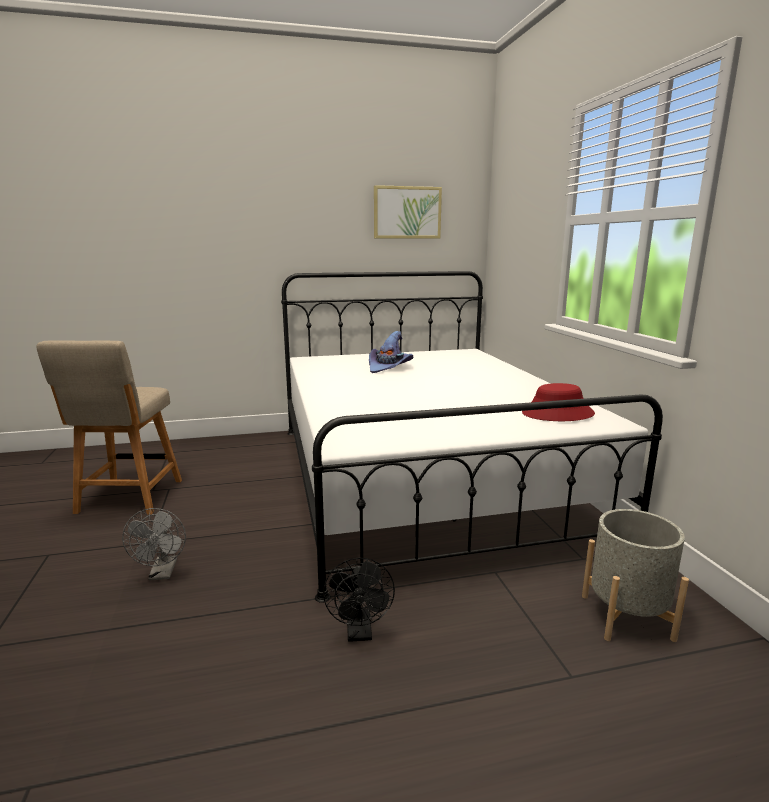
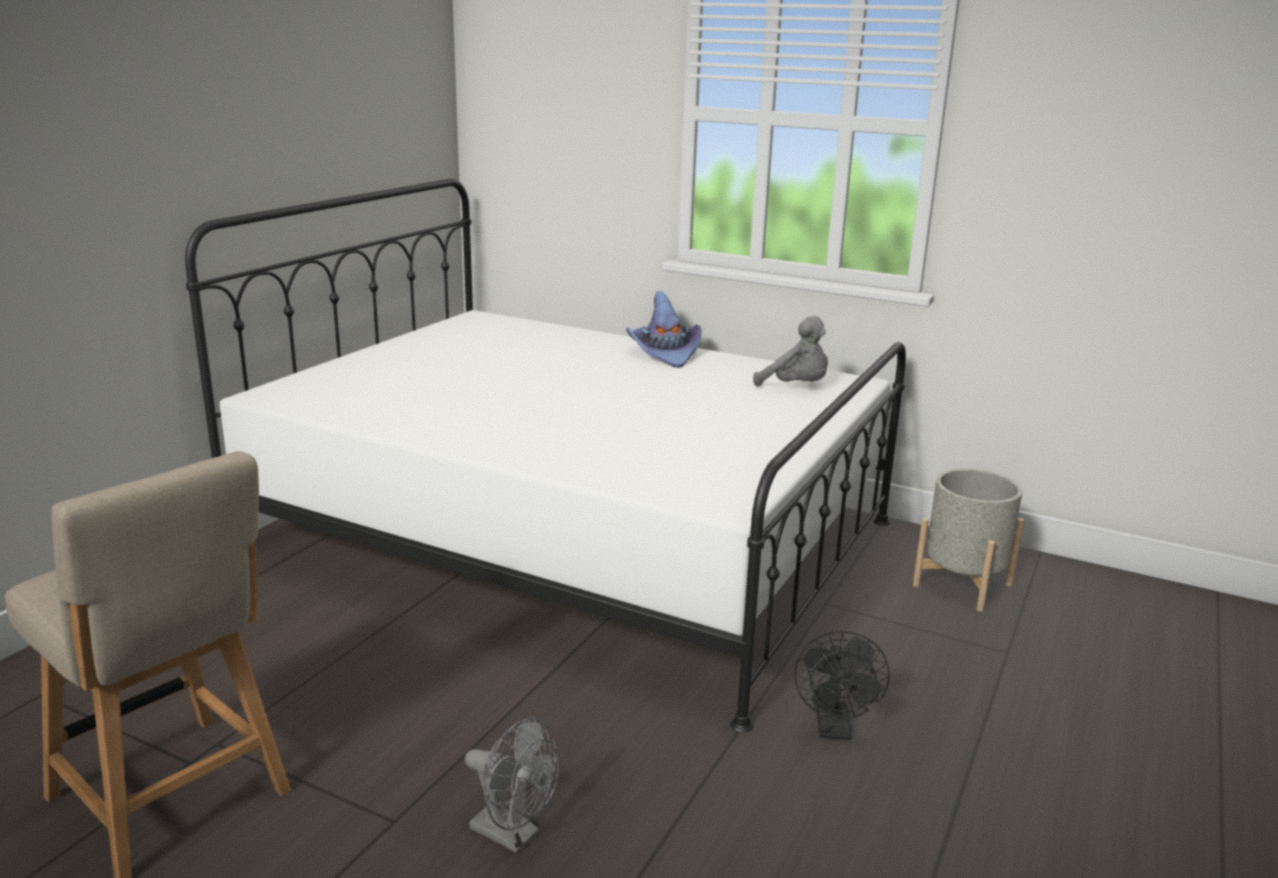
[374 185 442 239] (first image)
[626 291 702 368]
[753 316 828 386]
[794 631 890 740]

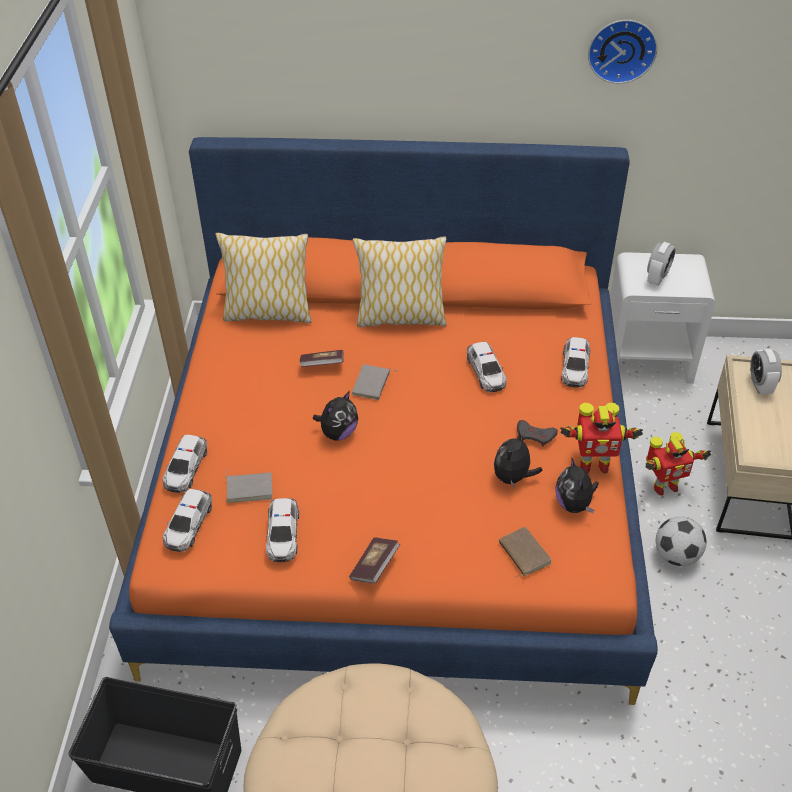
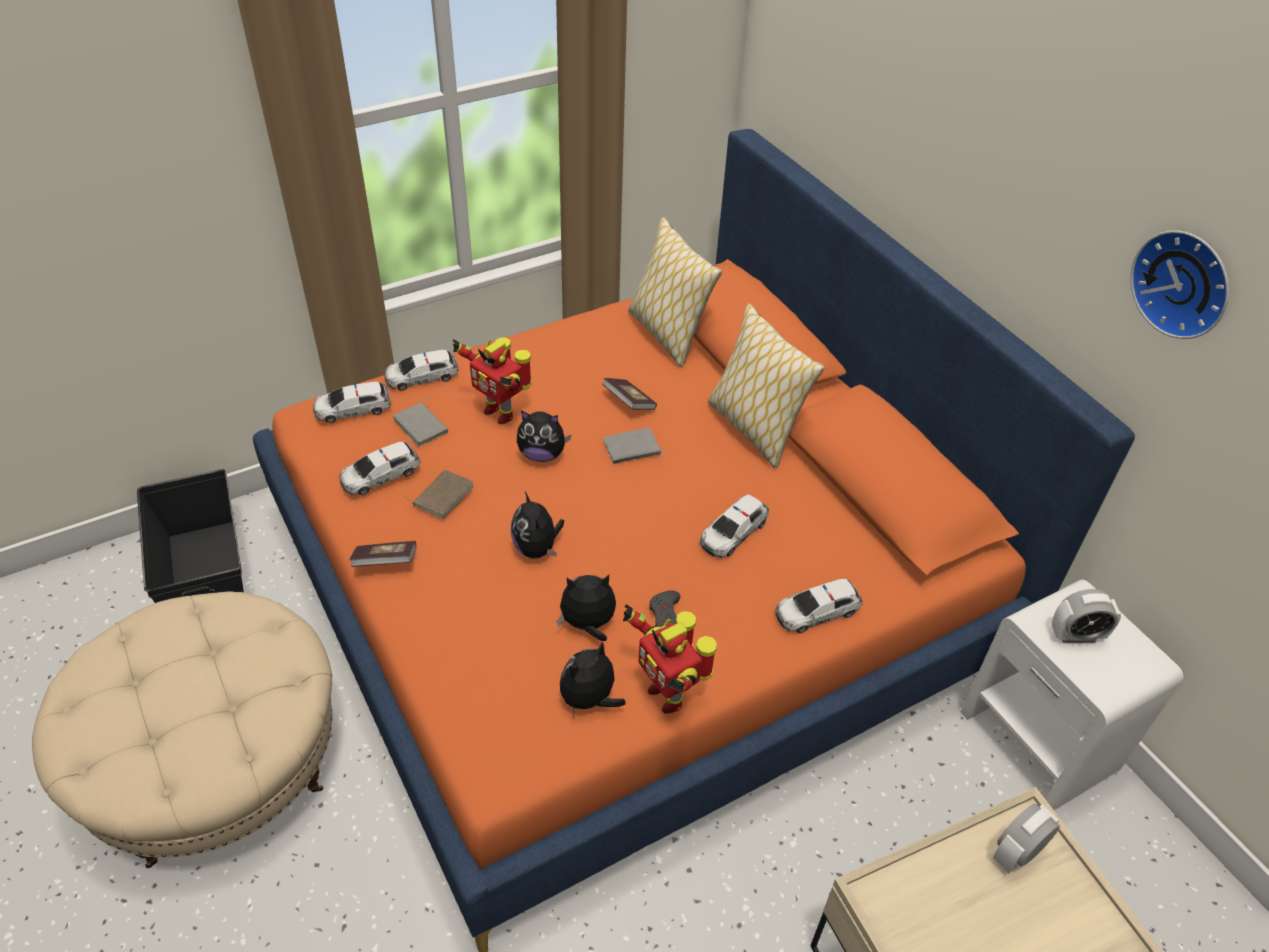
[656 516 707 566] (first image)
[511 492 564 559]
[403 470 474 519]
[453 338 532 424]

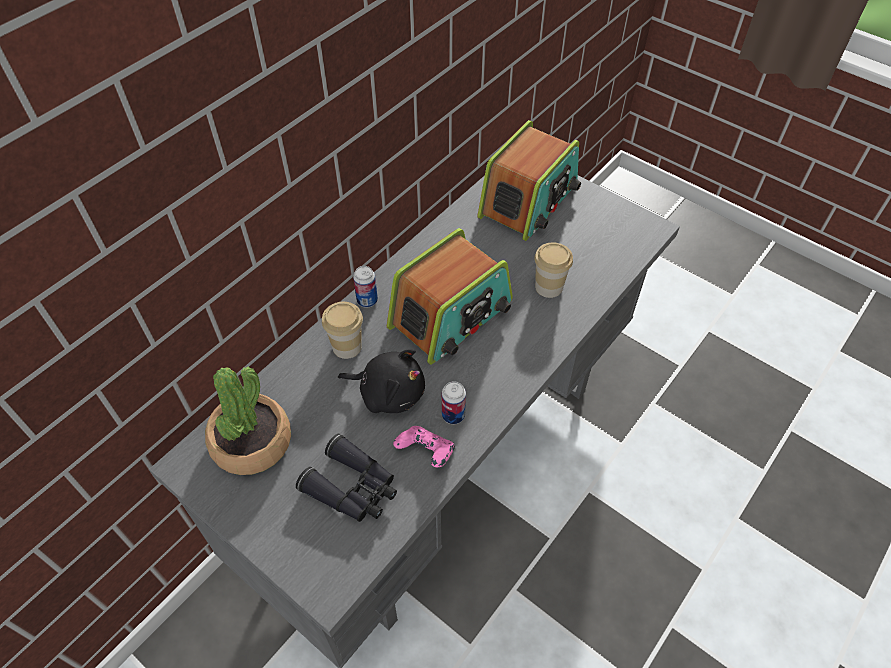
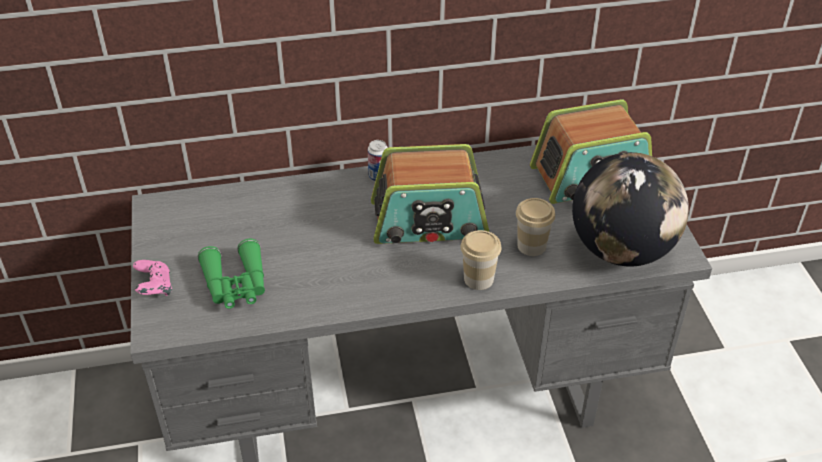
[205 367 291 475] (first image)
[338 349 425 413] (first image)
[442 381 466 424] (first image)
[572 152 689 266]
[461 230 502 290]
[133 260 172 296]
[198 239 265 309]

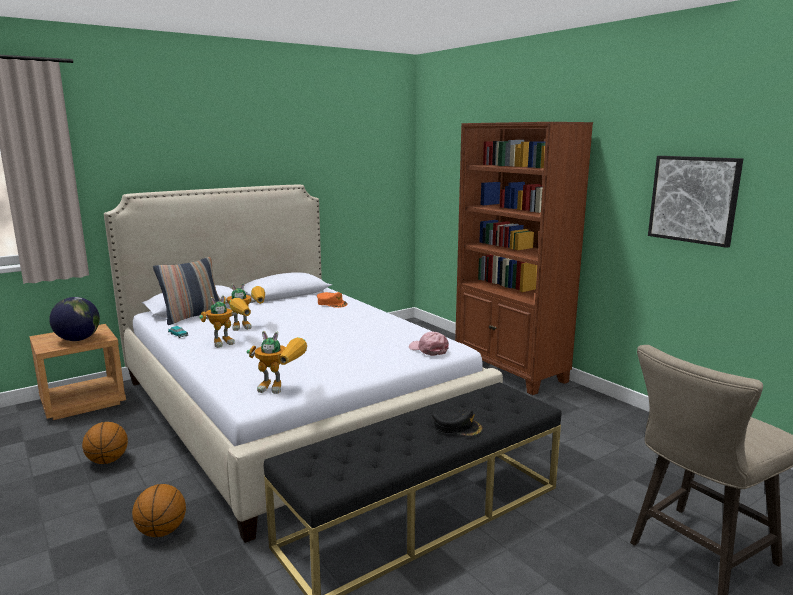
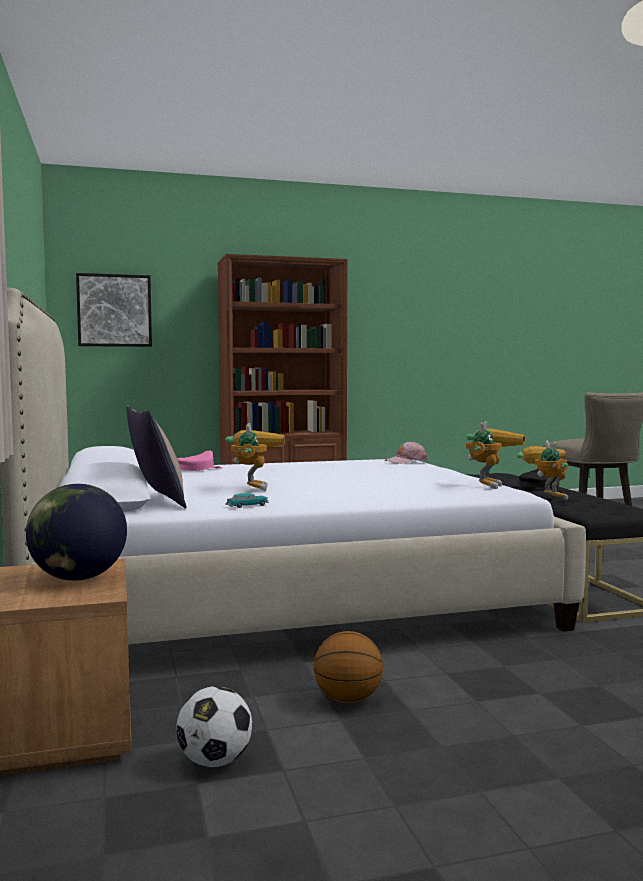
[132 484 186 537] (first image)
[176 686 252 767]
[517 440 568 500]
[76 273 152 347]
[177 450 222 471]

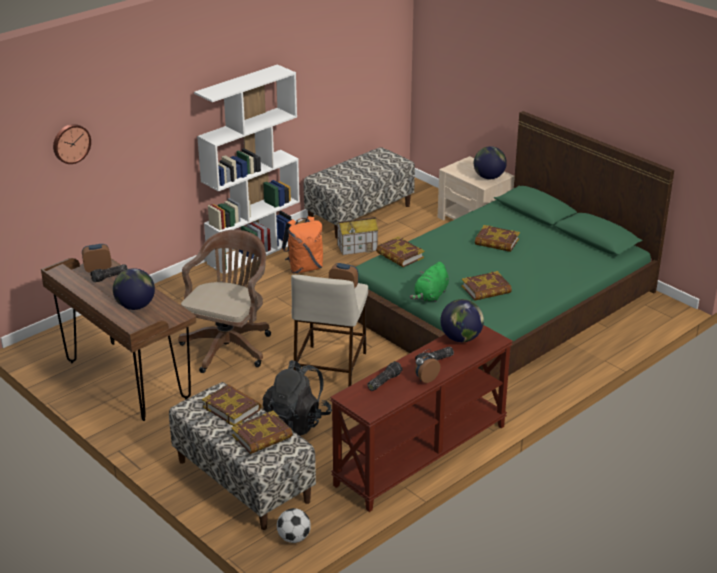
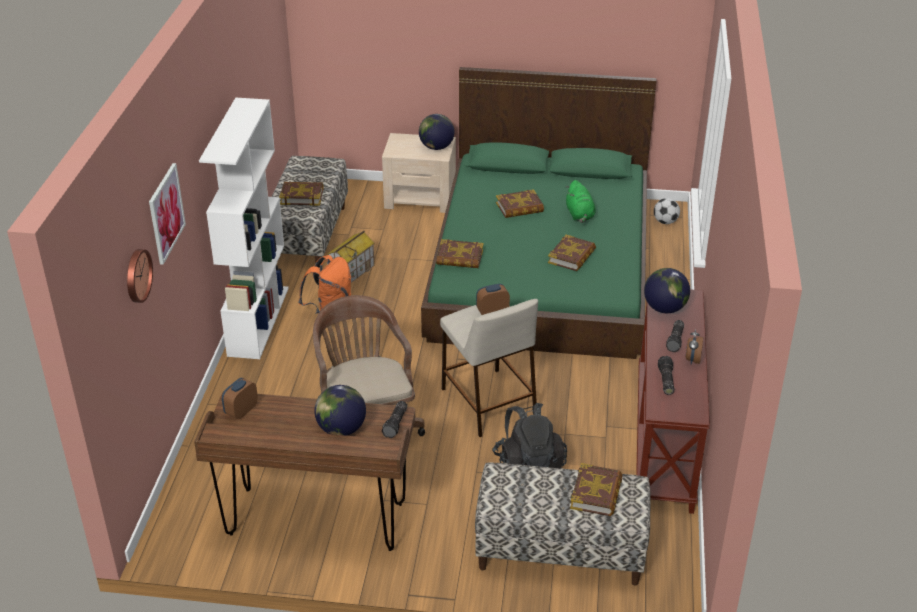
[149 163 186 265]
[382 401 407 438]
[279 181 323 206]
[654 198 680 224]
[566 180 595 223]

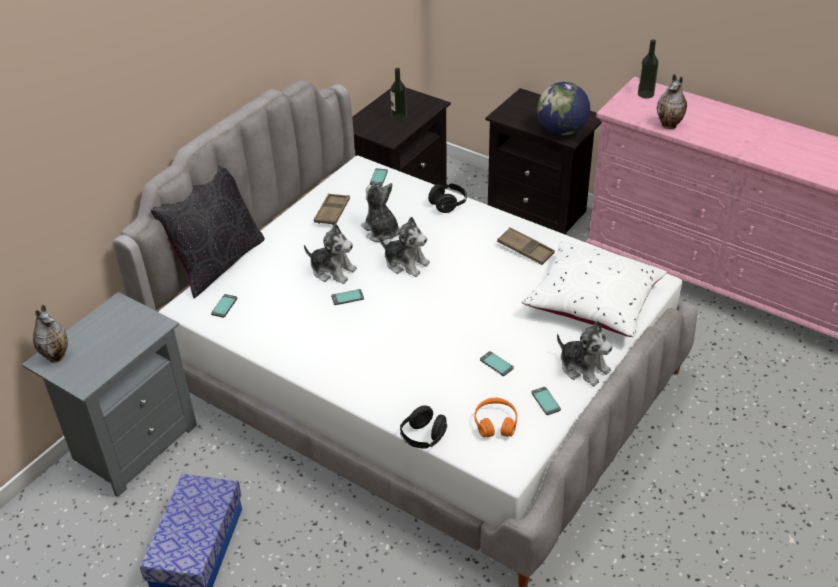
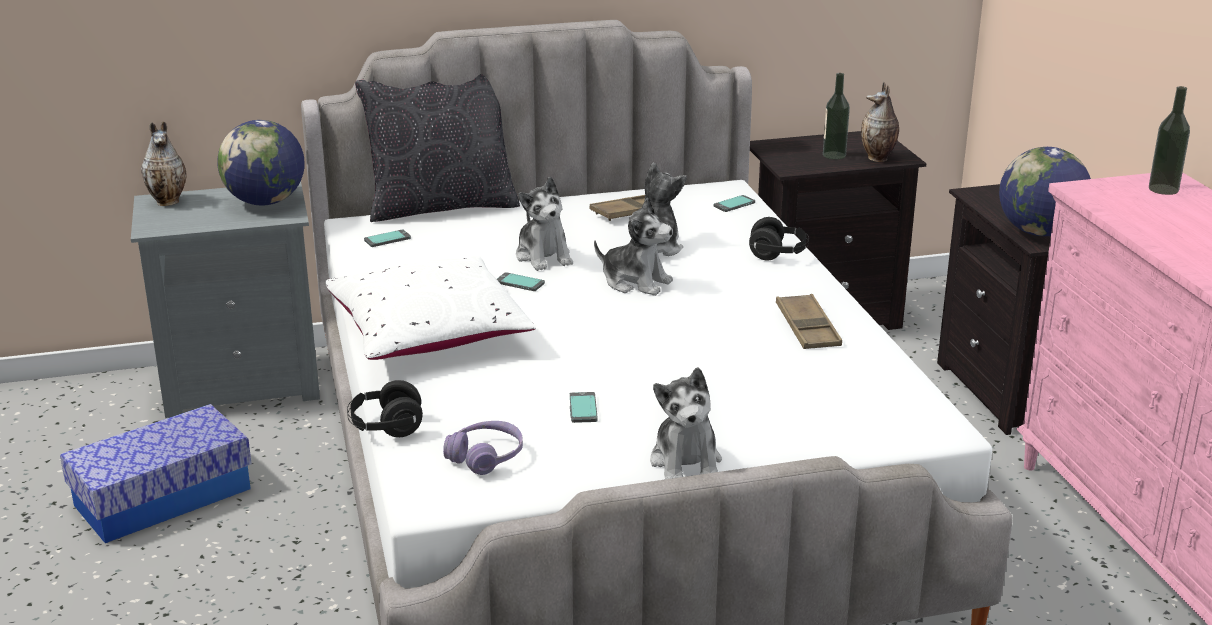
[531 387 561 415] (first image)
[217 120 304 205]
[325 255 536 360]
[861 82 899 162]
[443 421 523 475]
[594 198 673 296]

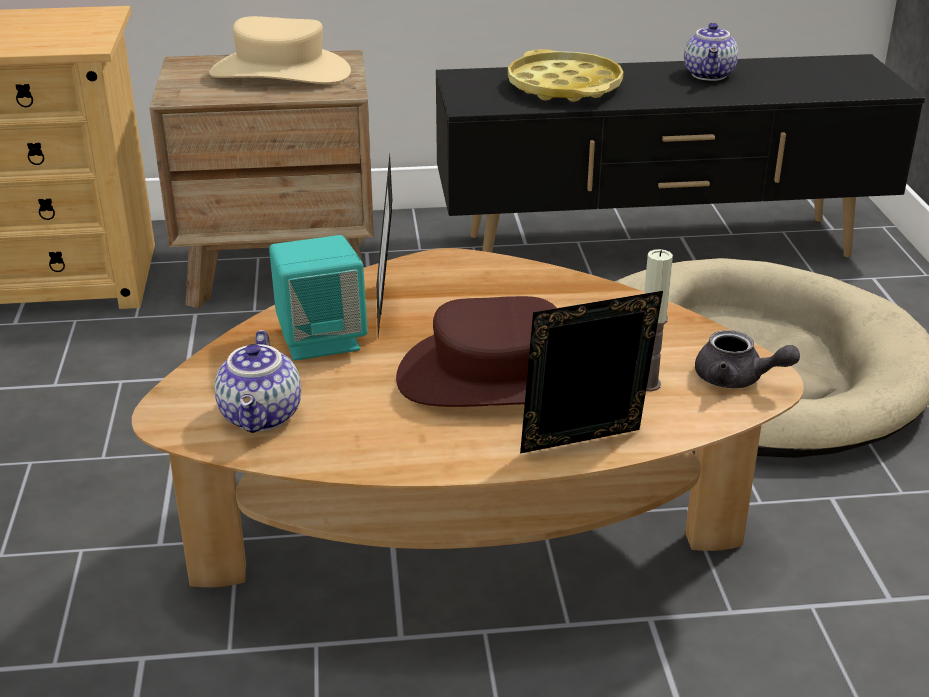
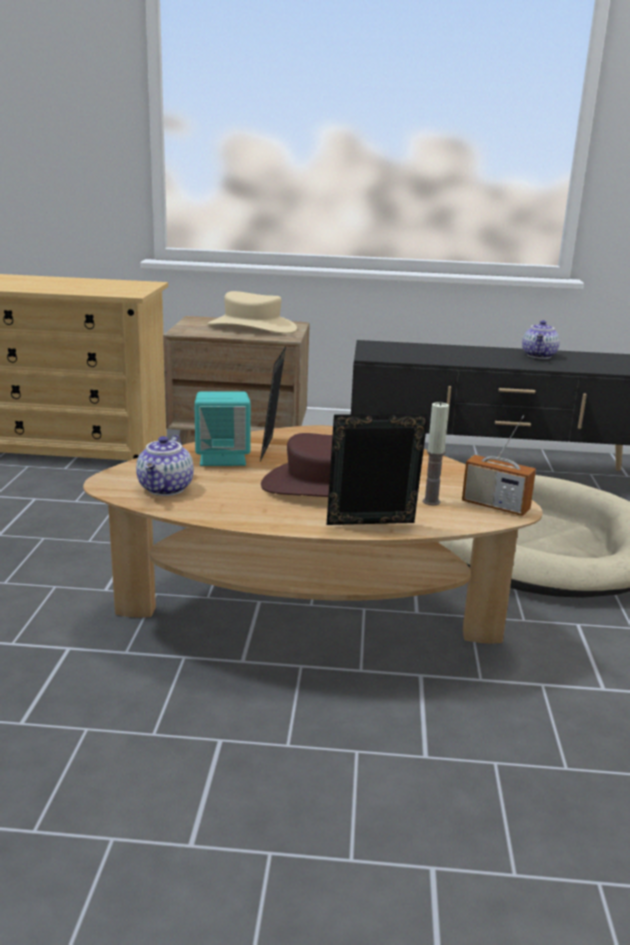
[508 49 623 102] (first image)
[462 416 536 516]

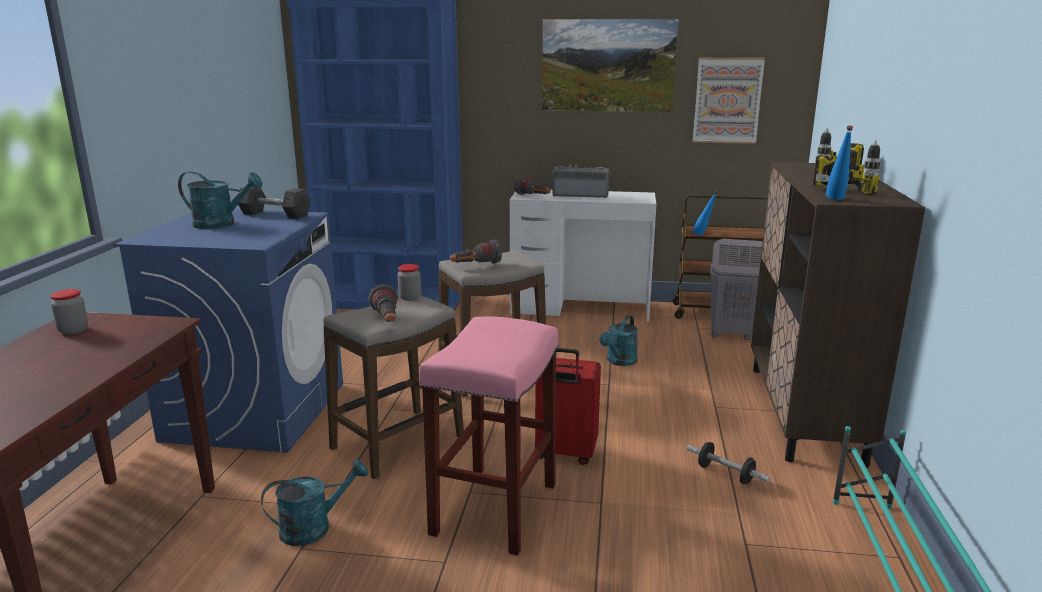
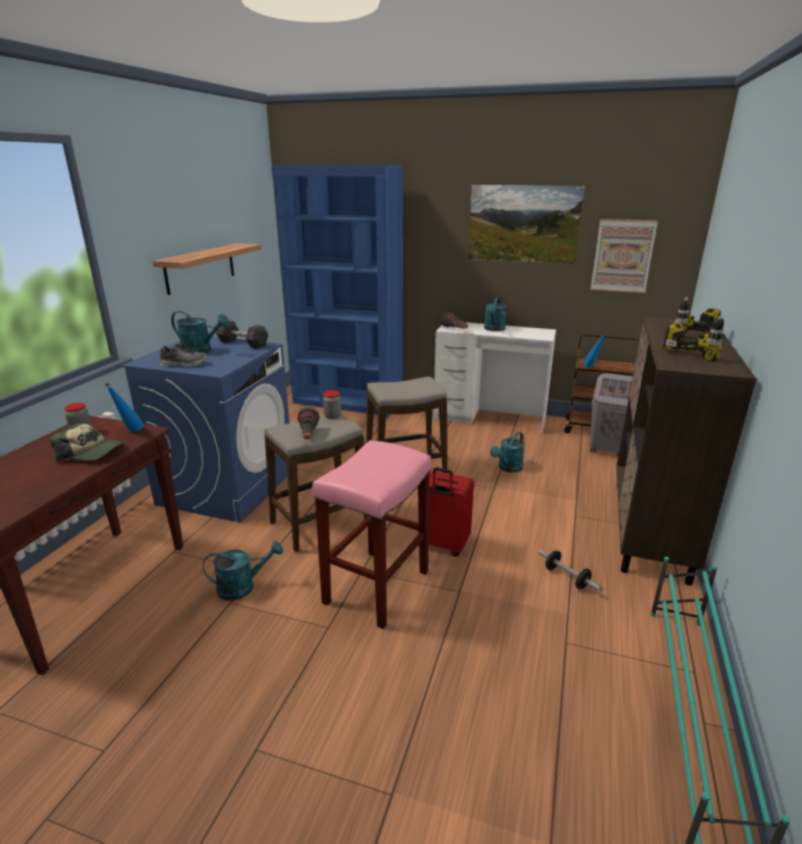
[450 240 502 264] (first image)
[50 423 125 462]
[152 243 262 295]
[159 344 208 367]
[104 382 144 432]
[484 297 506 331]

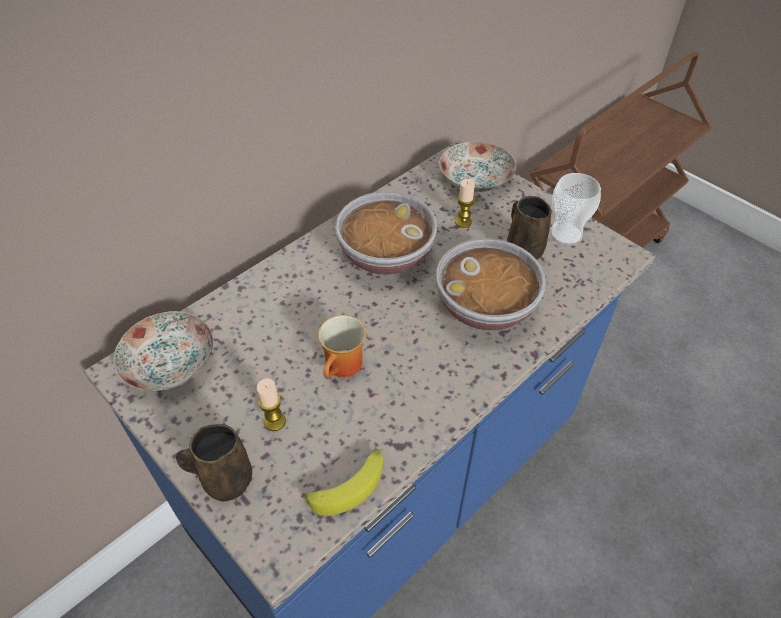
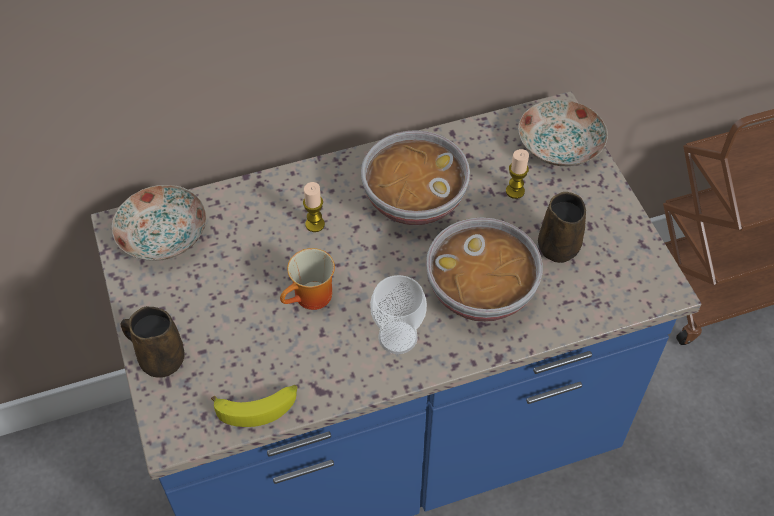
[303 182 325 232]
[370 275 427 354]

